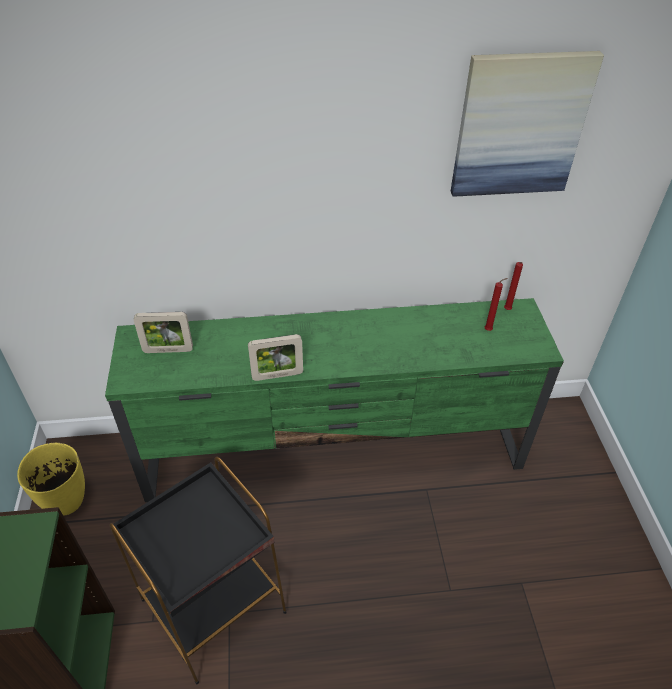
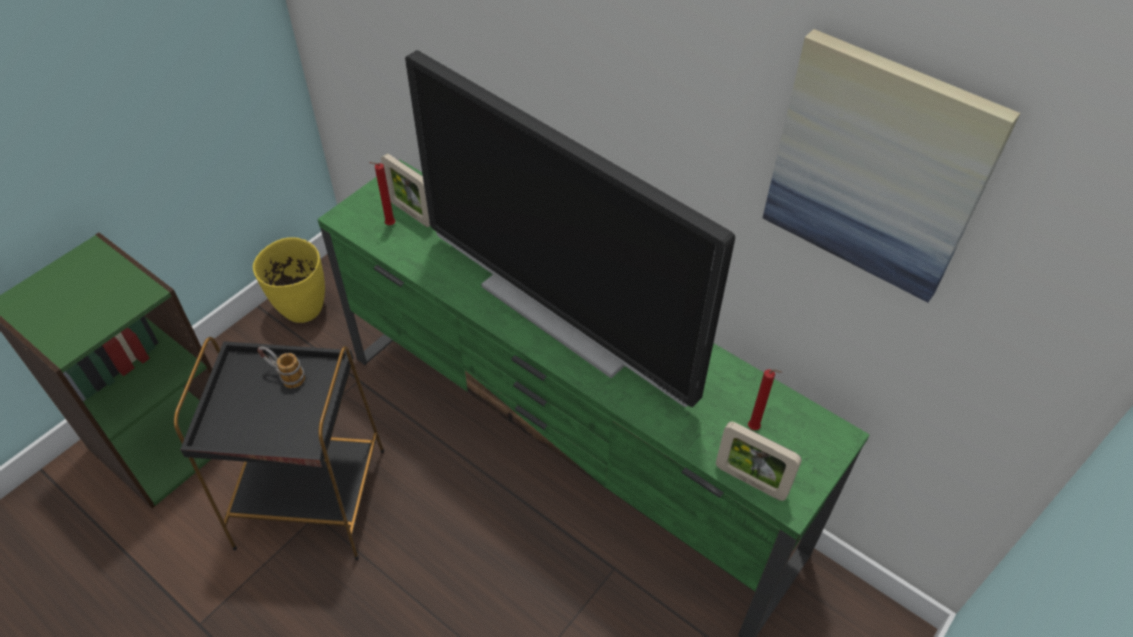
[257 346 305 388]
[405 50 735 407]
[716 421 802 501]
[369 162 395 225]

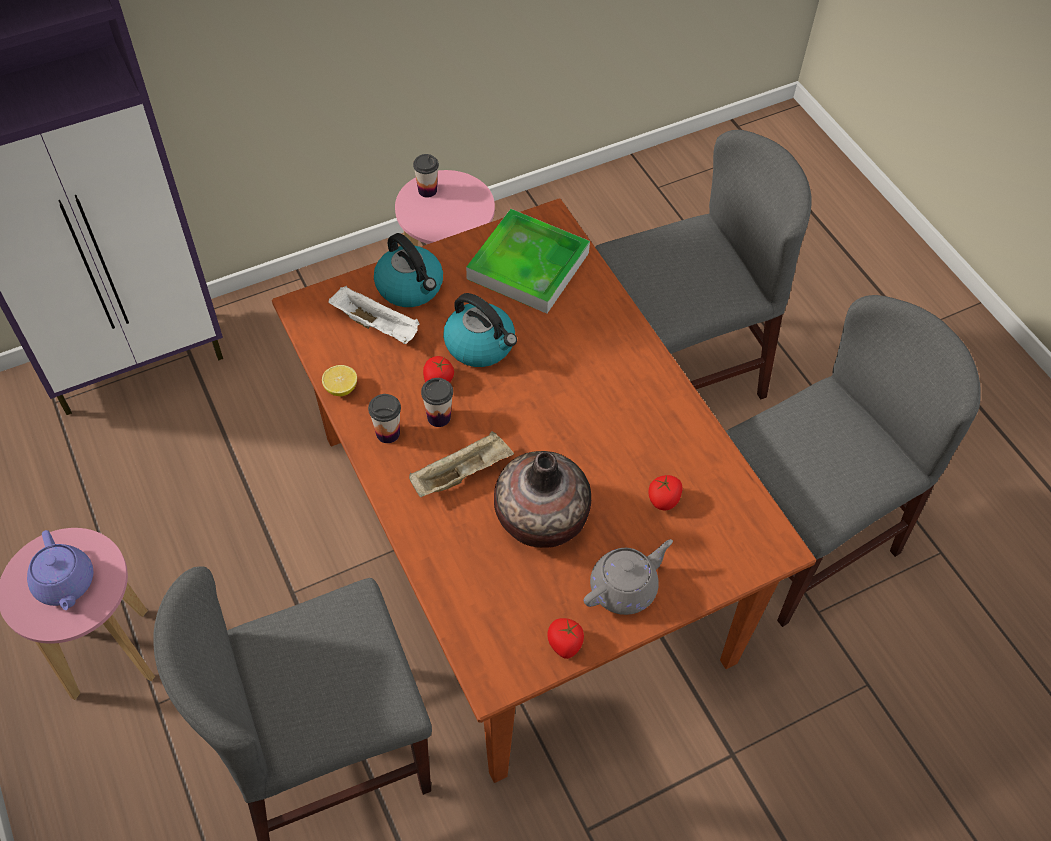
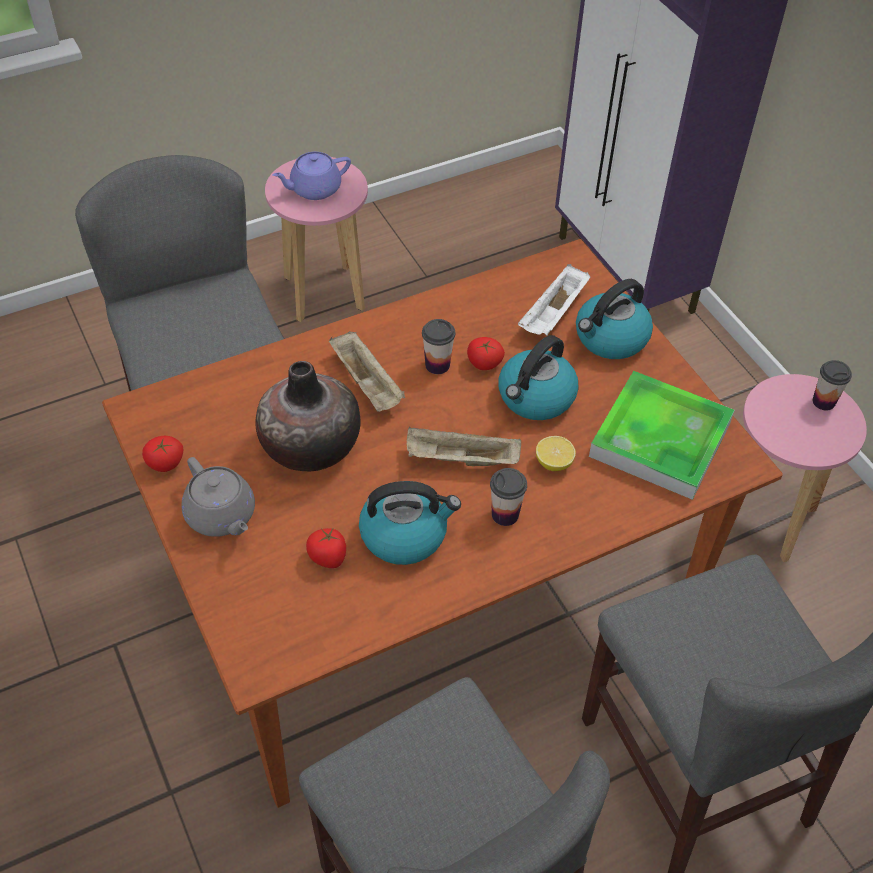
[359 481 461 565]
[407 427 521 466]
[536 436 576 471]
[490 468 527 526]

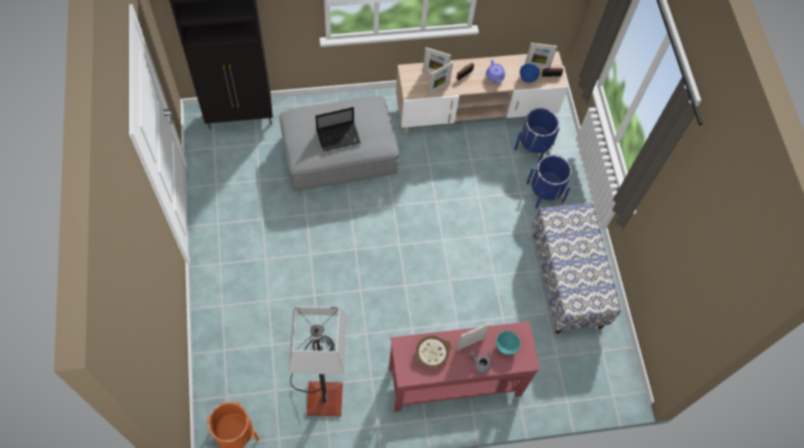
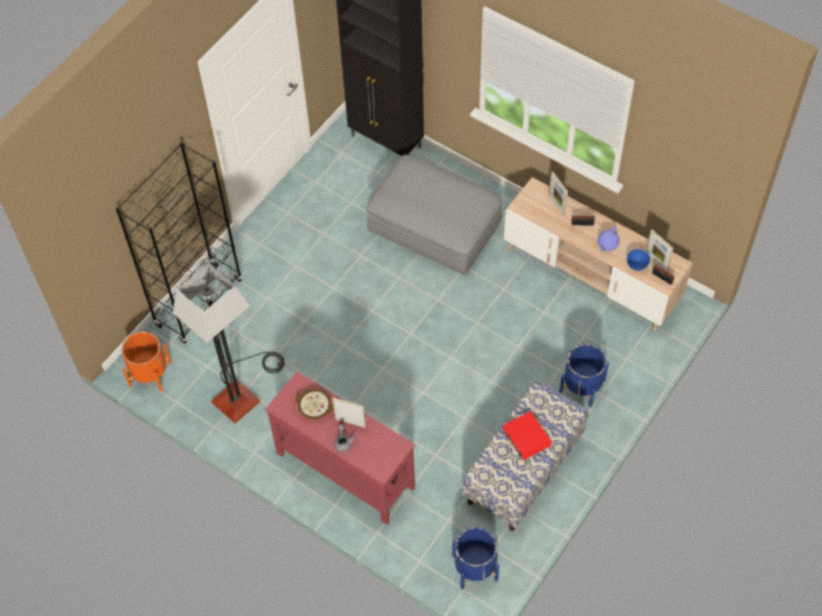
[315 107 361 152] (first image)
[428 62 453 96] (first image)
[496 331 520 355] (first image)
[116 142 242 344]
[502 411 552 460]
[452 527 499 590]

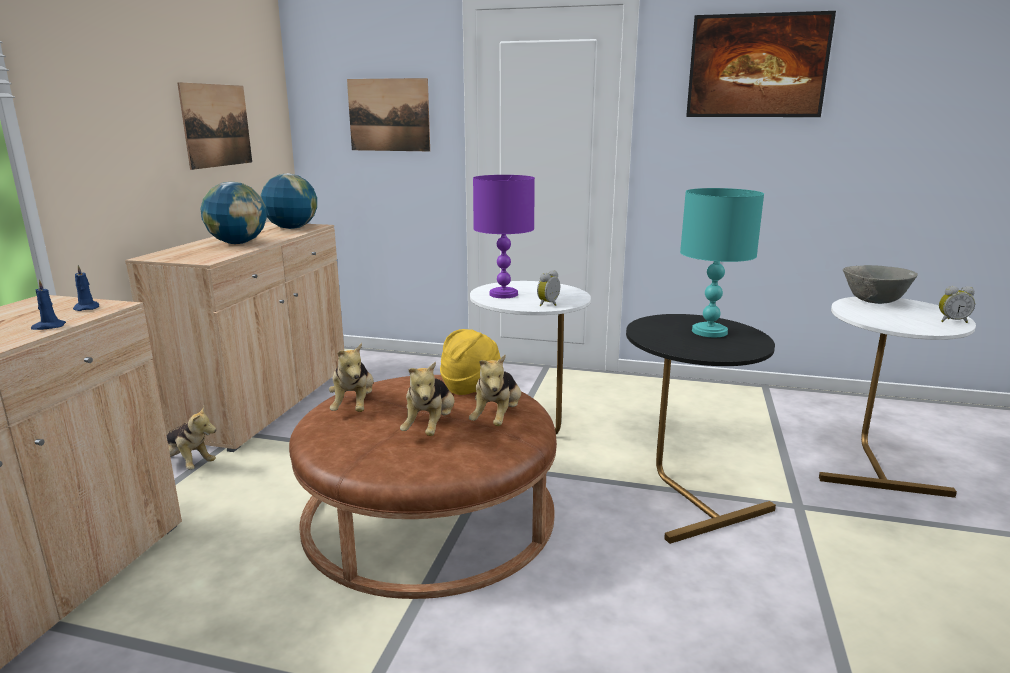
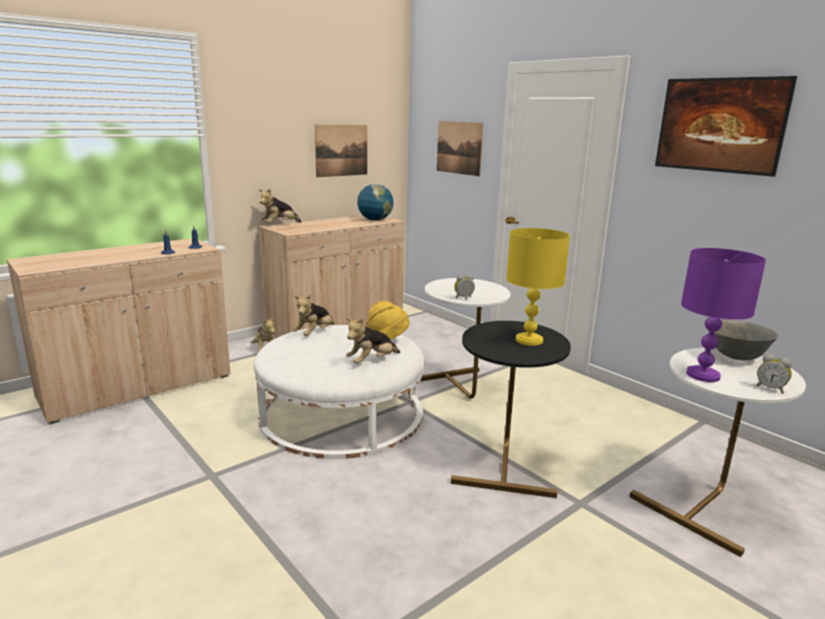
[200 182 267 244] (first image)
[259 189 301 223]
[681 248 766 382]
[253 325 425 459]
[506 228 570 346]

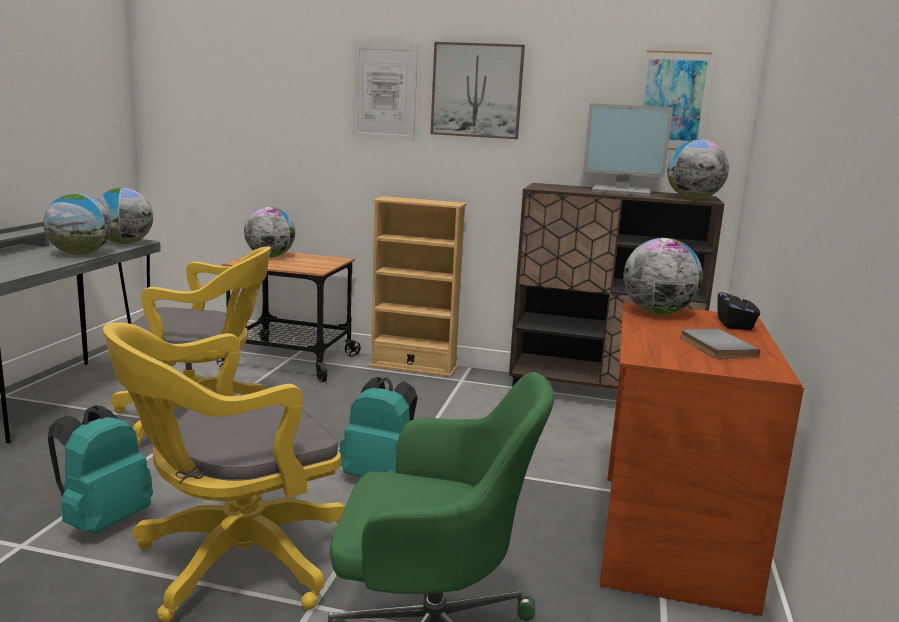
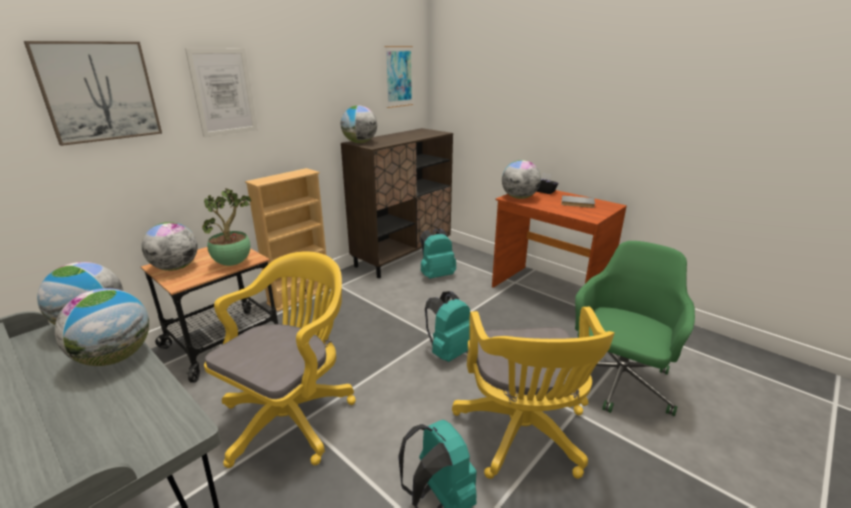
[583 103 673 196] (first image)
[202 188 251 266]
[420 228 456 279]
[24 41 162 146]
[341 105 377 143]

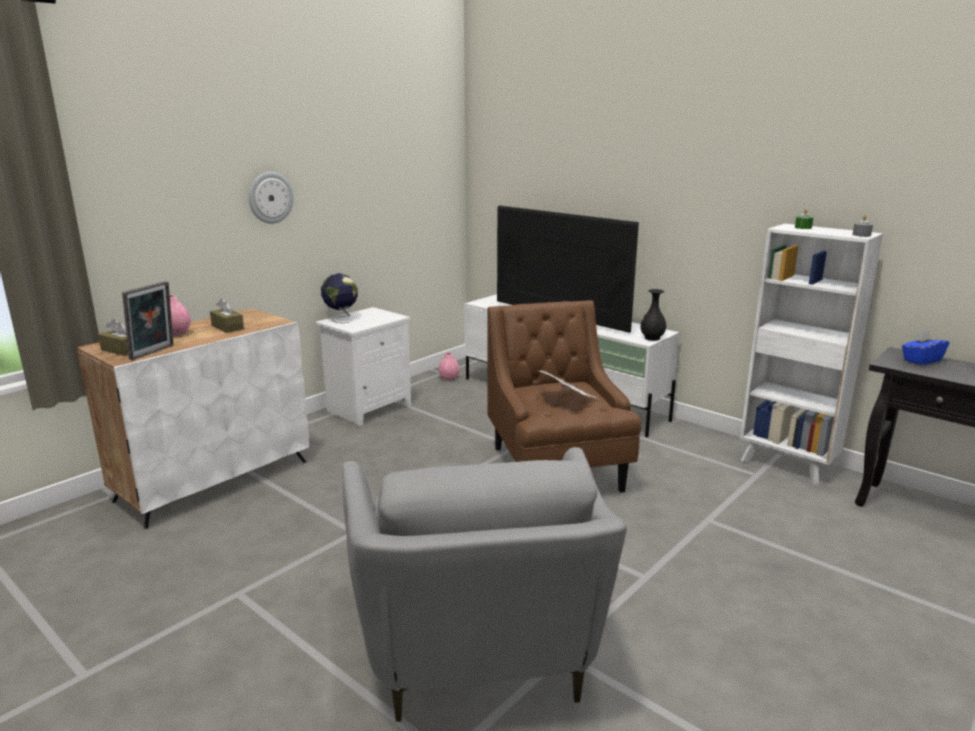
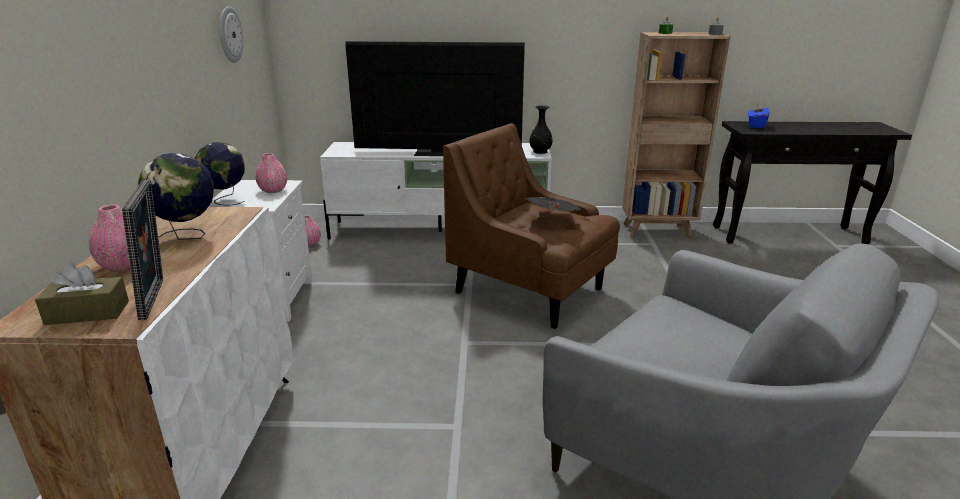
[256 153 287 193]
[220 6 243 63]
[138 153 214 240]
[622 32 730 239]

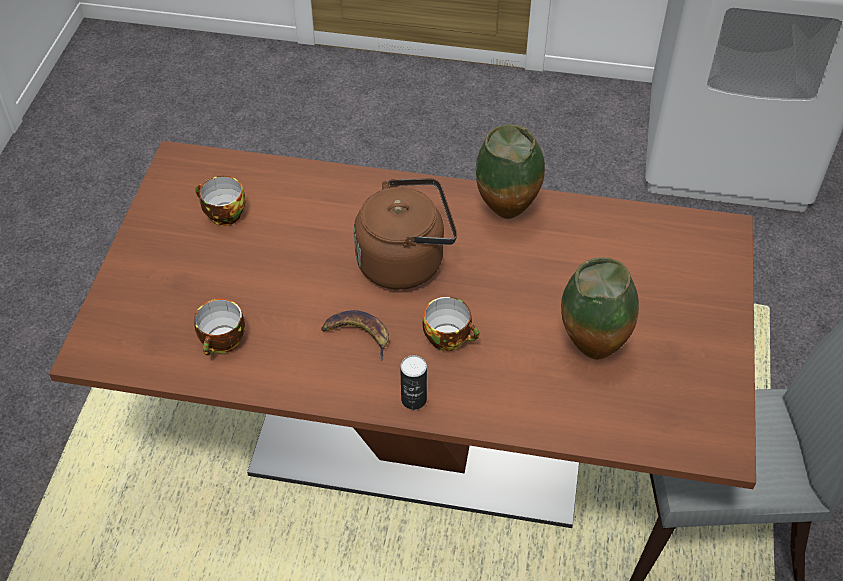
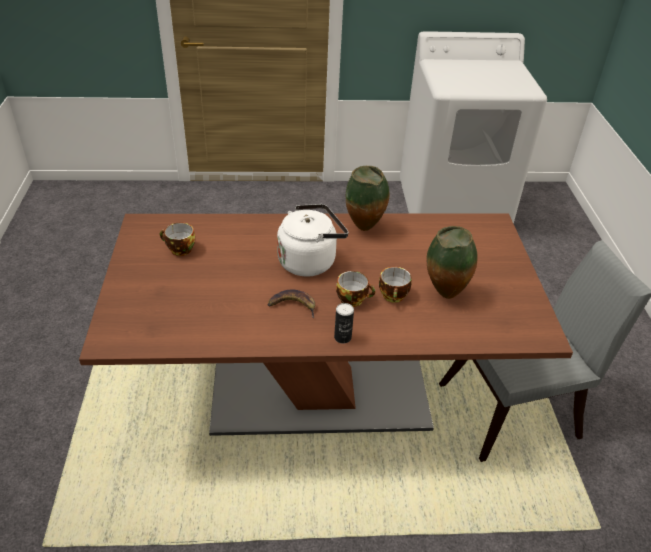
[379 267 412 303]
[277 204 349 276]

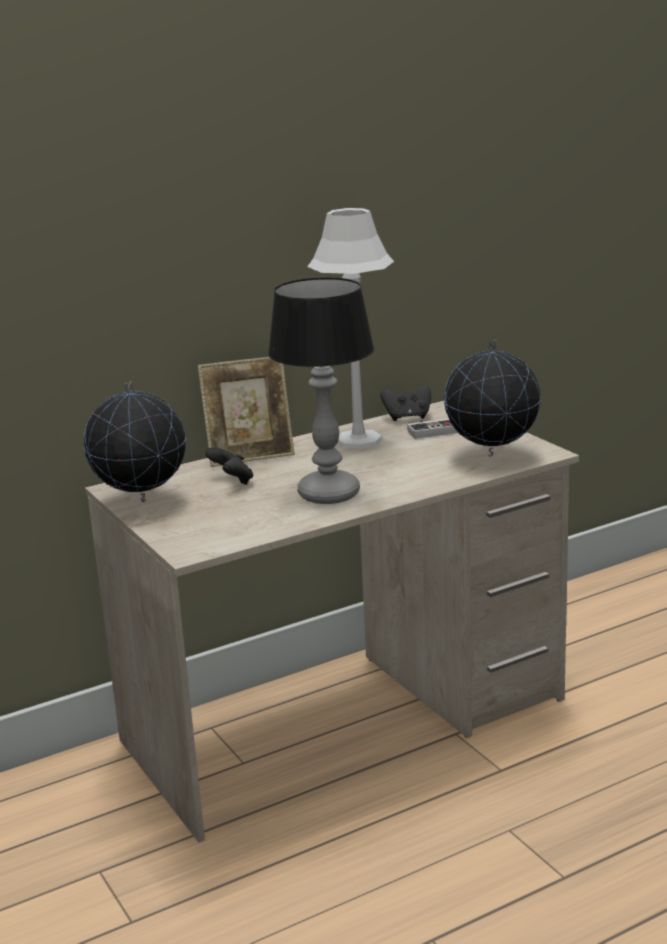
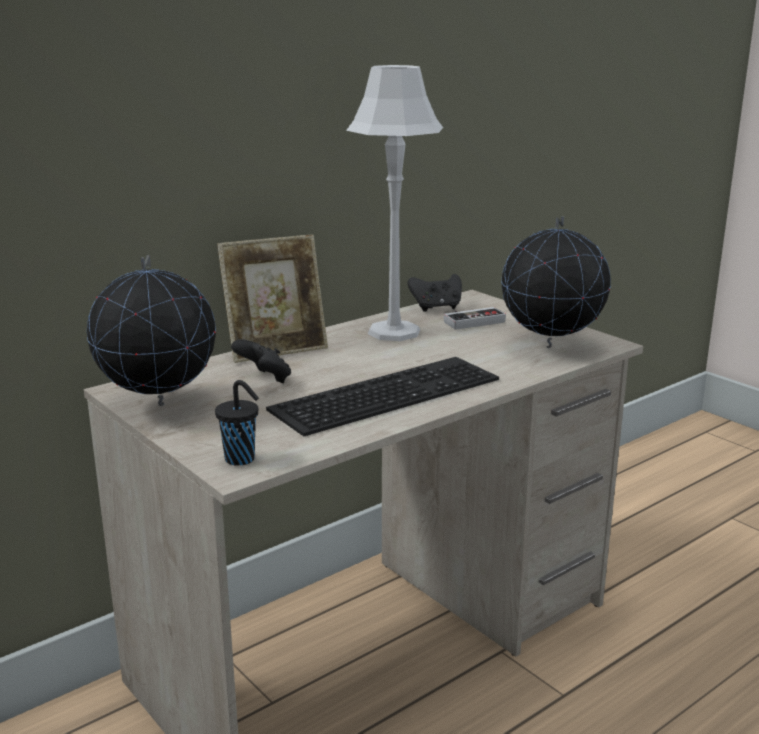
[215 380 259 466]
[266 357 499 436]

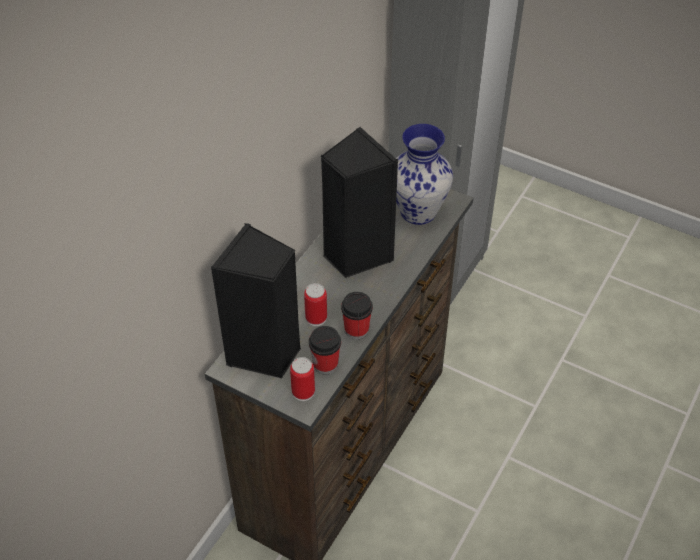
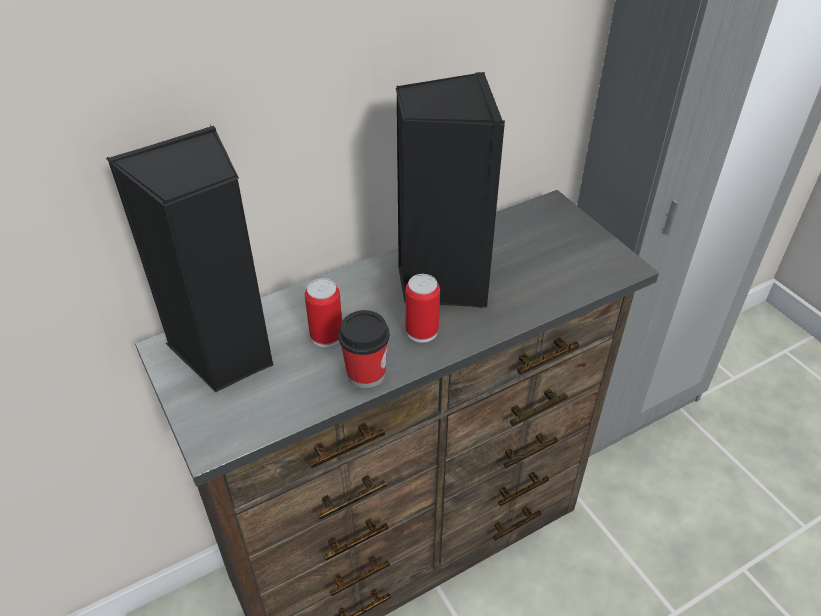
[309 326 341 374] (first image)
[396 124 453 225] (first image)
[405 274 440 343]

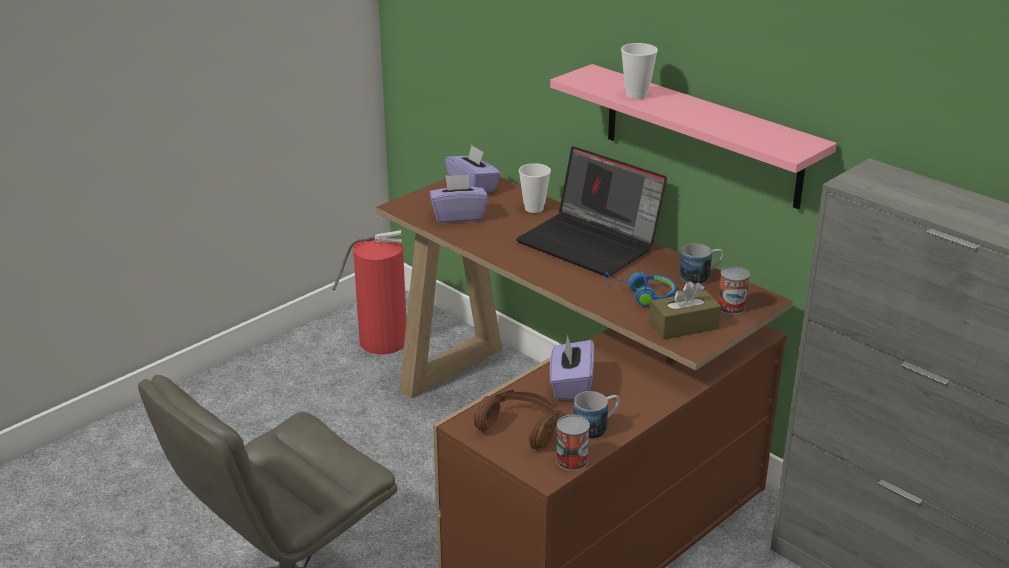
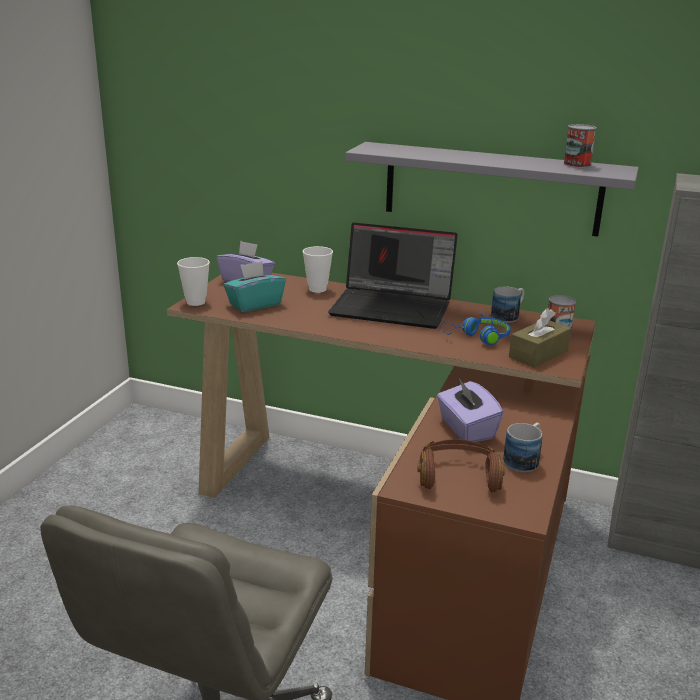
[333 230 407 355] (first image)
[563 124 597 168]
[177 257 210 306]
[223 261 286 312]
[345 142 639 237]

